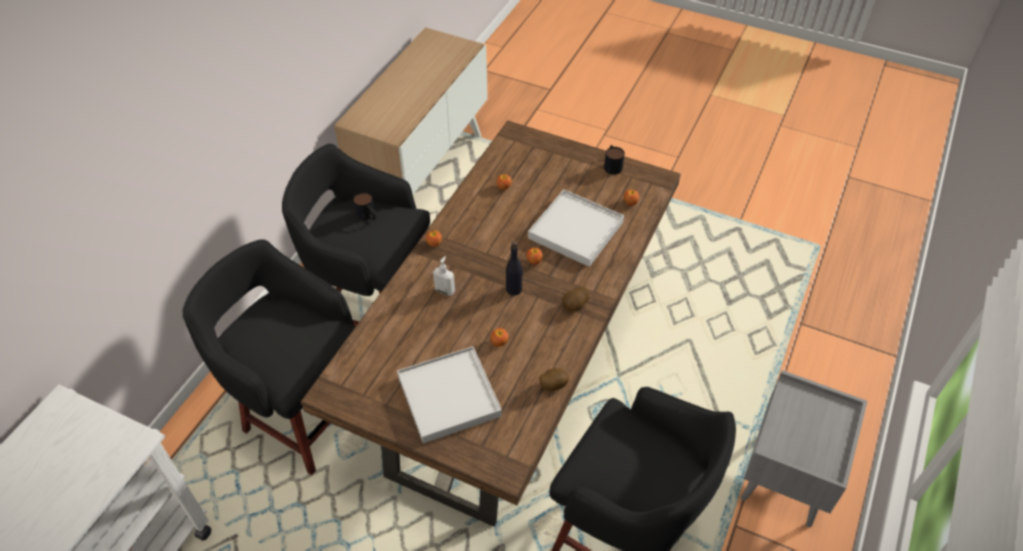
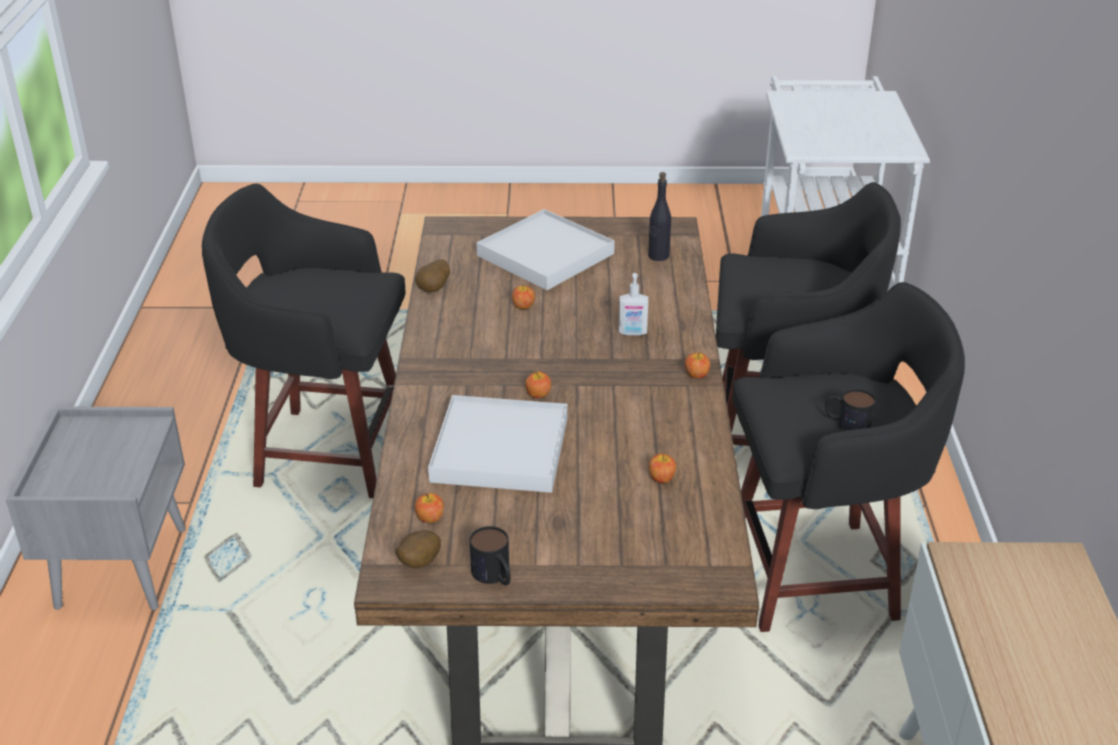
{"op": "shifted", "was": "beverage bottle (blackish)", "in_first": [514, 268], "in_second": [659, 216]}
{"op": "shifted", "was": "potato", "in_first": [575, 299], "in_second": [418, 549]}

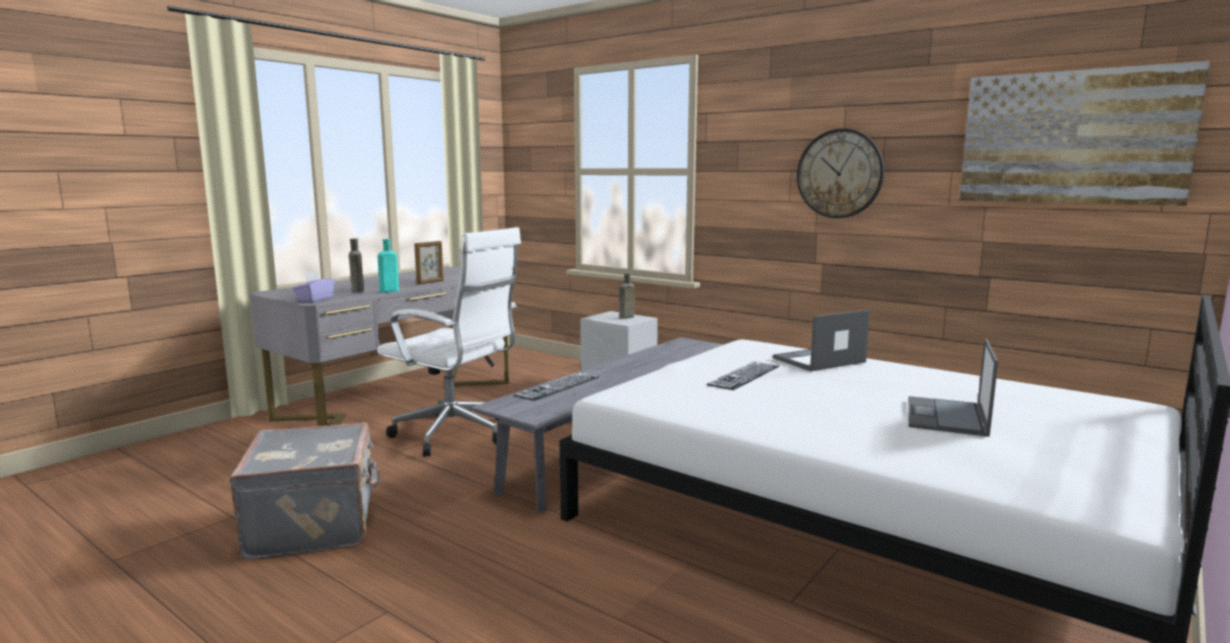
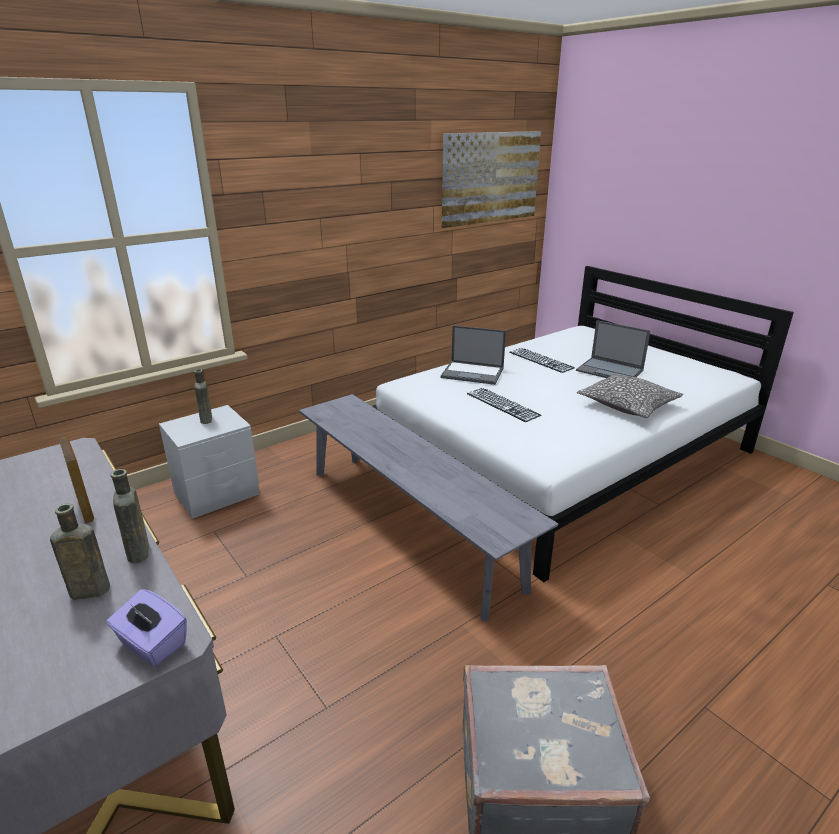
{"op": "gone", "was": "desk chair (white-coloured)", "in_first": [449, 342]}
{"op": "gone", "was": "hanging clock", "in_first": [840, 173]}
{"op": "new", "now": "throw pillow", "in_second": [630, 395]}
{"op": "shifted", "was": "PC keyboard", "in_first": [556, 386], "in_second": [542, 360]}
{"op": "repainted", "was": "beverage bottle (turquoise)", "now": "beverage bottle (brown-coloured)", "in_first": [388, 266], "in_second": [129, 516]}
{"op": "rotated", "was": "portable computer", "in_first": [821, 340], "in_second": [473, 355], "clockwise": -60}

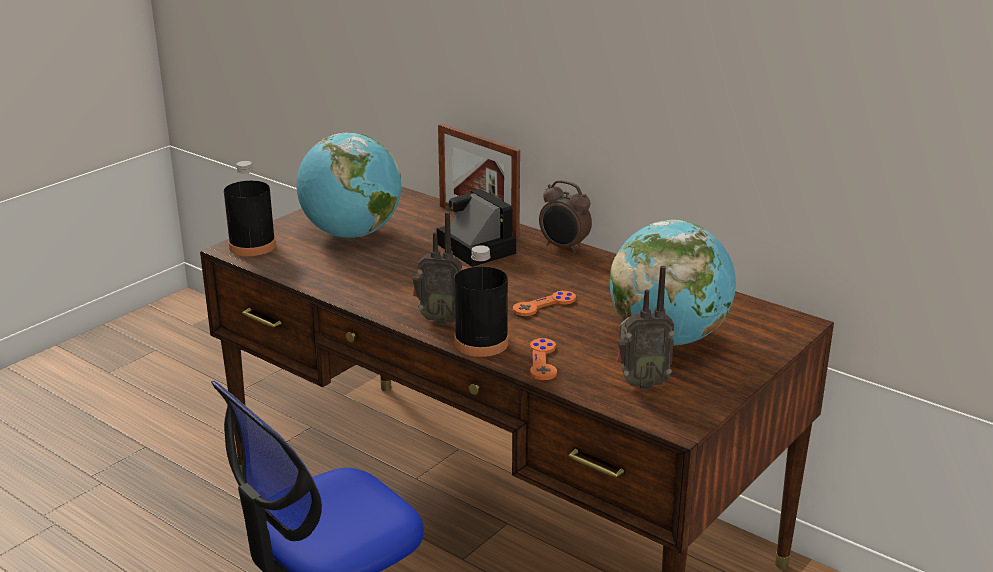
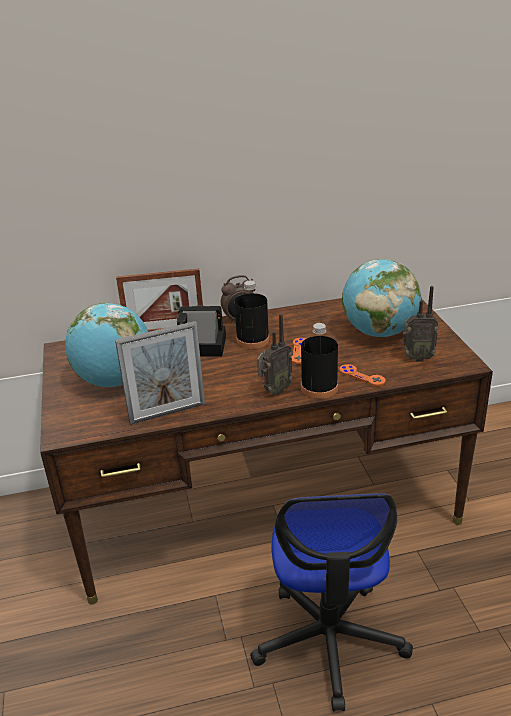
{"op": "new", "now": "photo frame", "in_second": [160, 373]}
{"op": "shifted", "was": "beverage bottle (blackish)", "in_first": [250, 208], "in_second": [252, 314]}
{"op": "rotated", "was": "radio", "in_first": [646, 327], "in_second": [420, 324], "clockwise": 60}

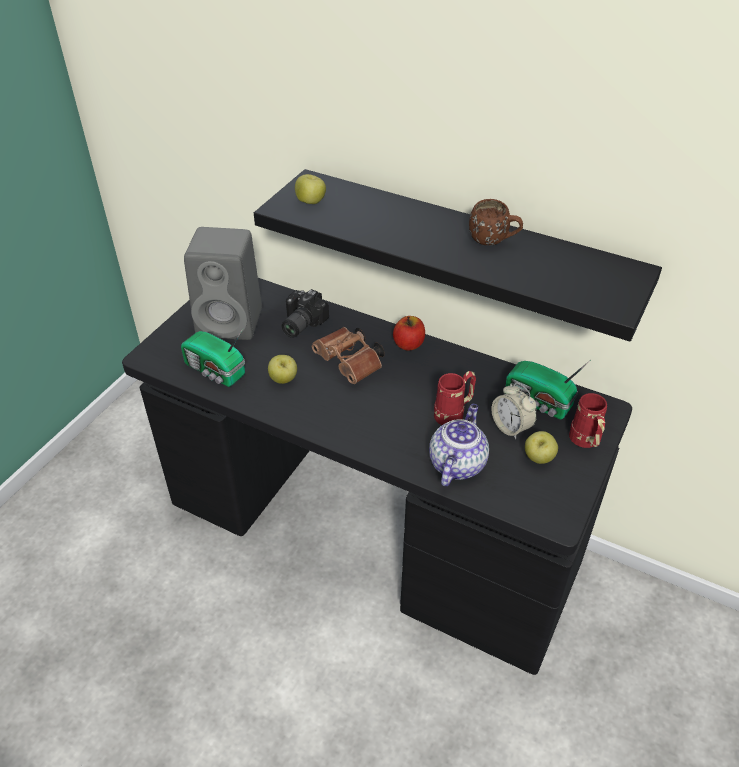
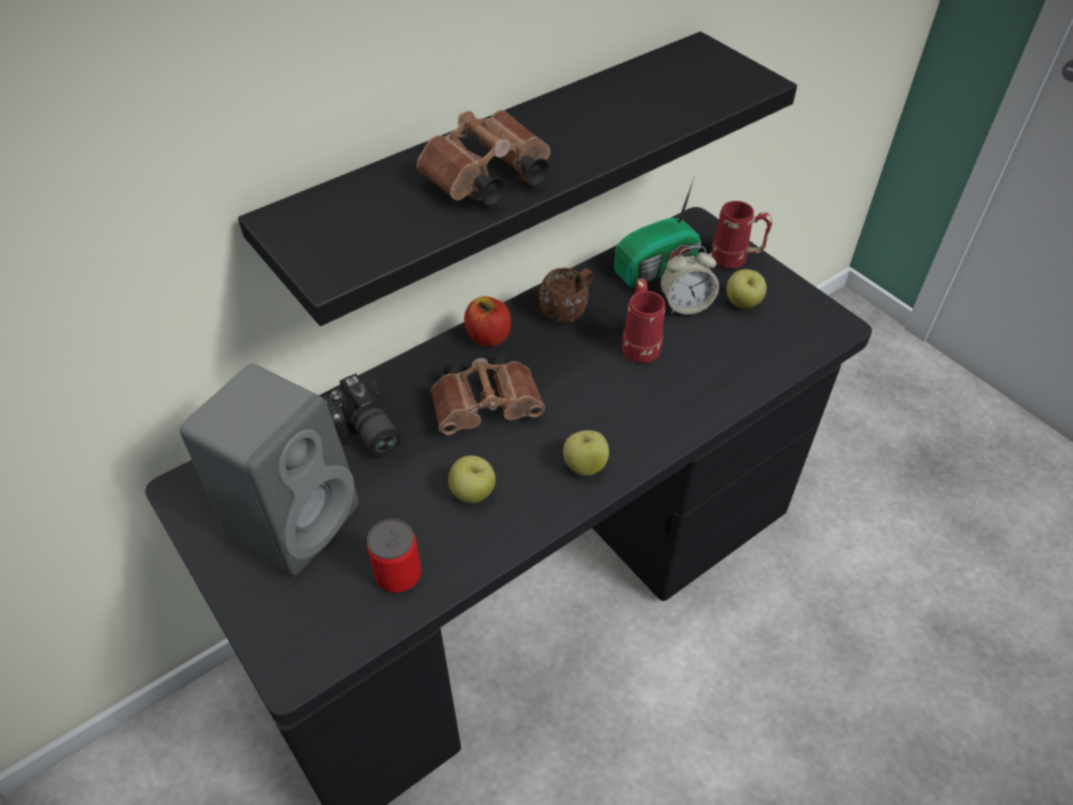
{"op": "gone", "was": "teapot", "in_first": [459, 445]}
{"op": "new", "now": "field glasses (brown-coloured)", "in_second": [483, 157]}
{"op": "shifted", "was": "whole apple", "in_first": [310, 189], "in_second": [586, 453]}
{"op": "shifted", "was": "mug (brown-coloured)", "in_first": [496, 222], "in_second": [566, 295]}
{"op": "swapped", "was": "radio", "now": "sealed can", "in_first": [213, 357], "in_second": [394, 556]}

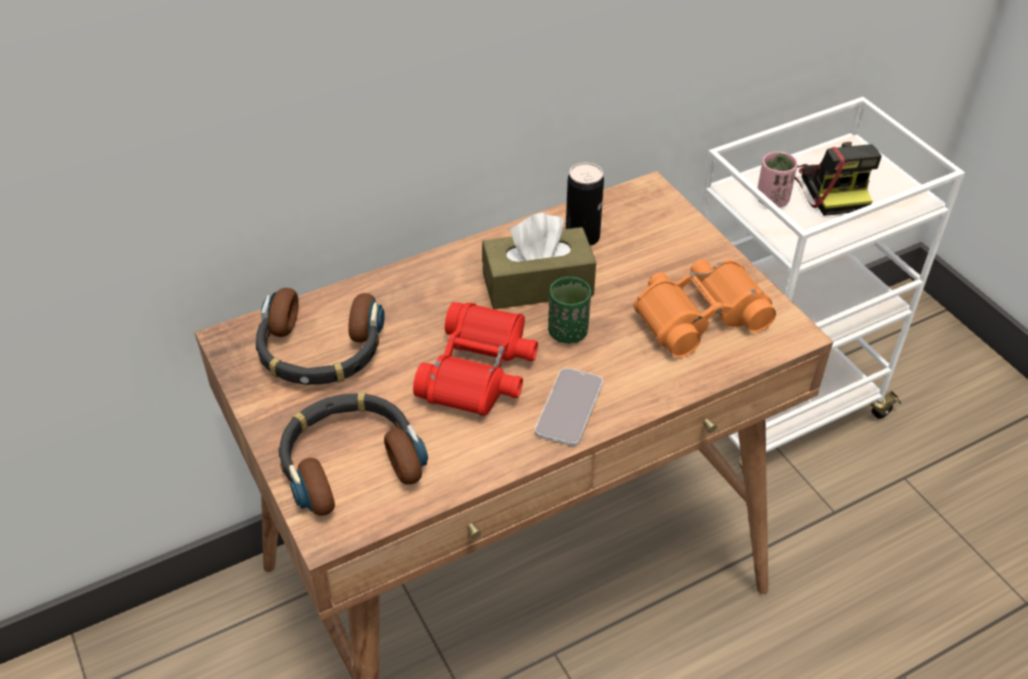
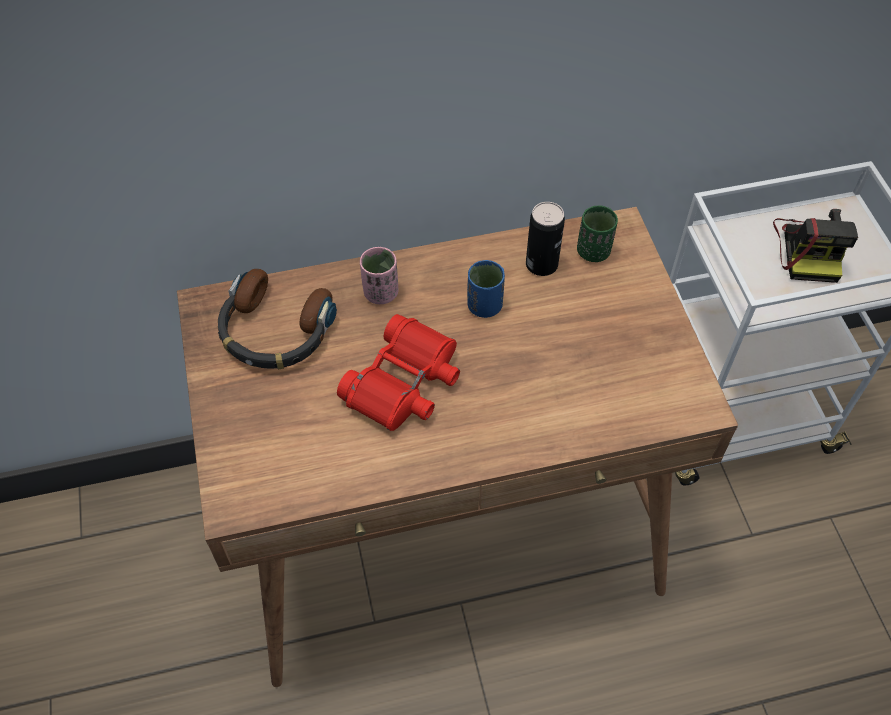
{"op": "gone", "was": "headset", "in_first": [353, 454]}
{"op": "gone", "was": "handset", "in_first": [569, 407]}
{"op": "gone", "was": "field glasses (orange-coloured)", "in_first": [704, 309]}
{"op": "shifted", "was": "cup (green)", "in_first": [569, 310], "in_second": [597, 233]}
{"op": "shifted", "was": "cup (pink-coloured)", "in_first": [777, 180], "in_second": [379, 275]}
{"op": "swapped", "was": "box of tissues (brown-coloured)", "now": "cup (blue)", "in_first": [539, 261], "in_second": [486, 289]}

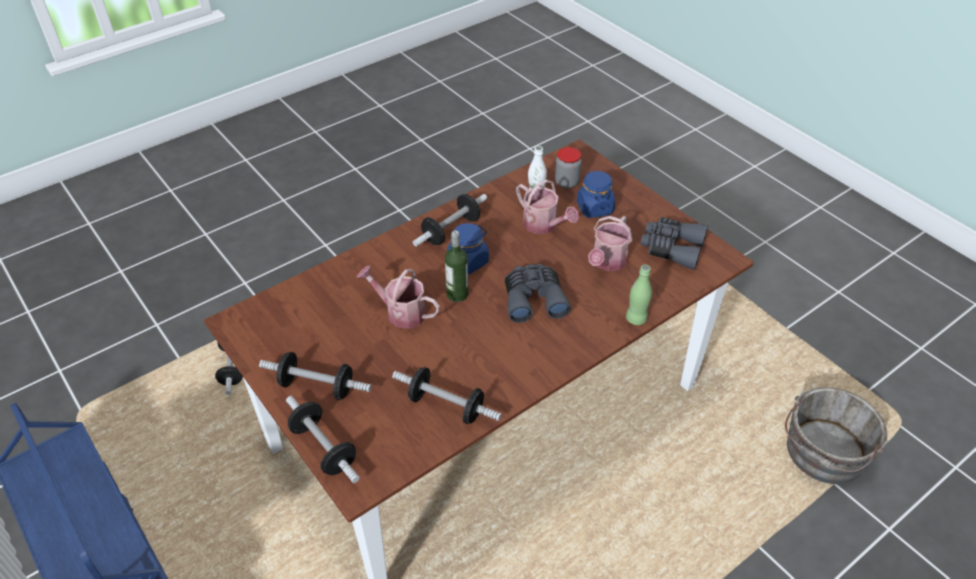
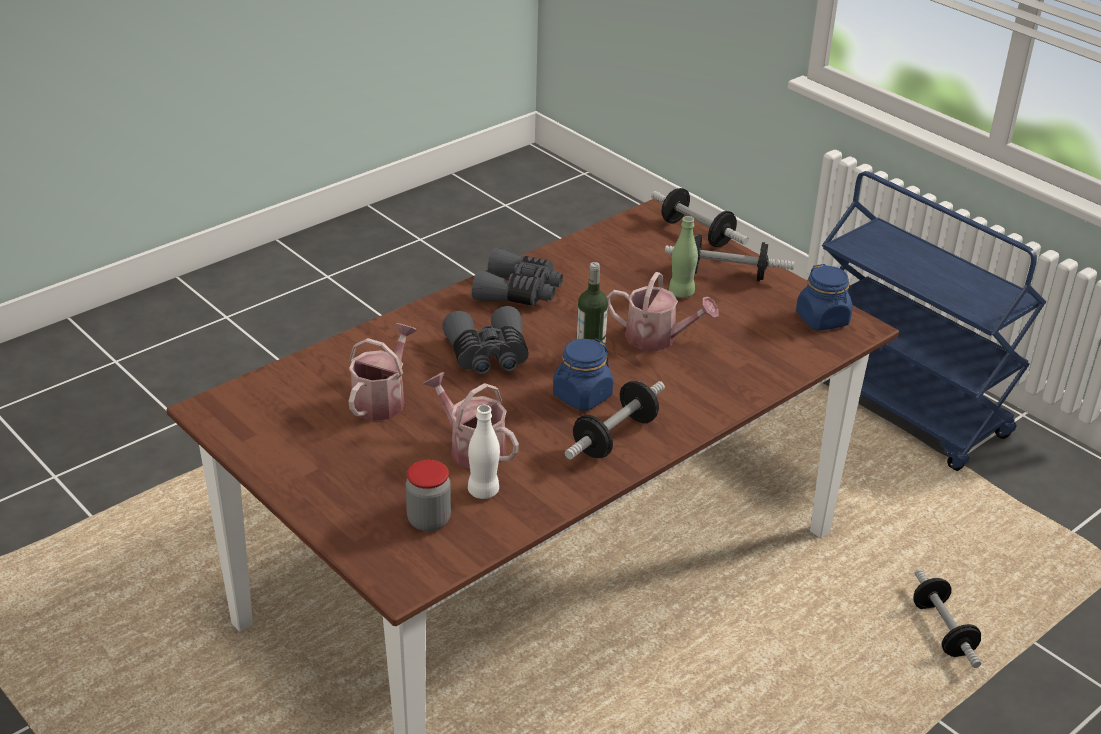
{"op": "gone", "was": "free weight", "in_first": [447, 395]}
{"op": "gone", "was": "bucket (greyish)", "in_first": [836, 435]}
{"op": "shifted", "was": "storage jar (blue)", "in_first": [596, 194], "in_second": [824, 297]}
{"op": "shifted", "was": "beverage bottle (green)", "in_first": [639, 295], "in_second": [683, 257]}
{"op": "shifted", "was": "field glasses (greyish)", "in_first": [674, 243], "in_second": [517, 276]}

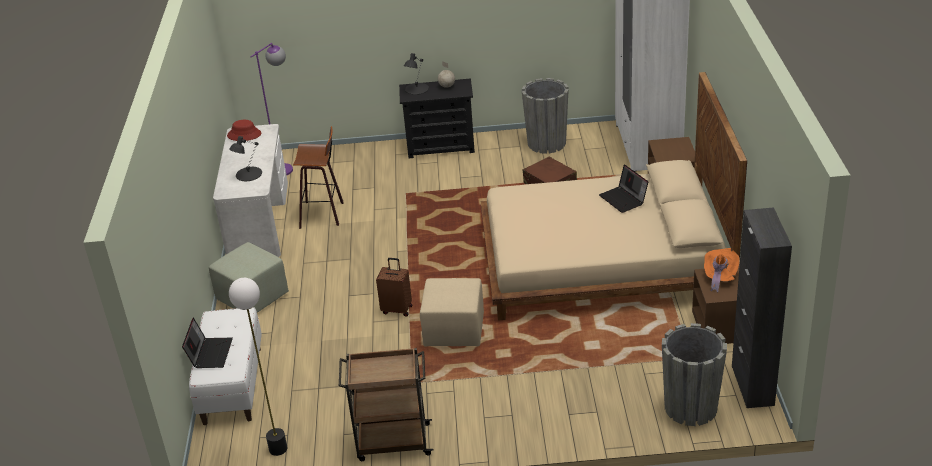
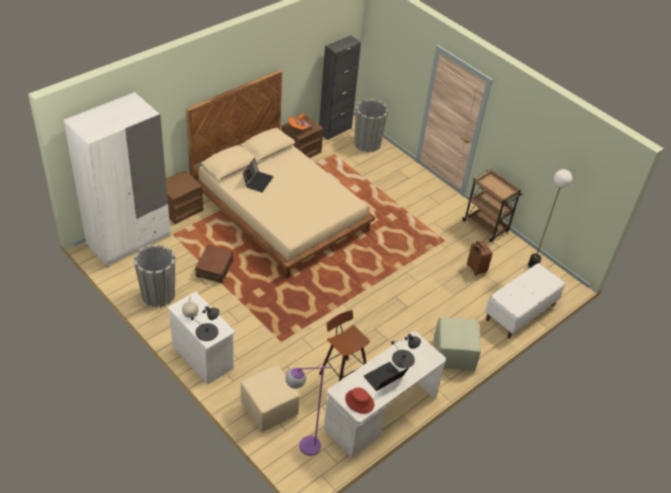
{"op": "shifted", "was": "portable computer", "in_first": [207, 343], "in_second": [386, 376]}
{"op": "shifted", "was": "piece of luggage (brown-coloured)", "in_first": [394, 287], "in_second": [480, 258]}
{"op": "shifted", "was": "pouffe (beige)", "in_first": [452, 312], "in_second": [270, 399]}
{"op": "repainted", "was": "dresser (blackish)", "now": "dresser (white-coloured)", "in_first": [437, 118], "in_second": [201, 338]}

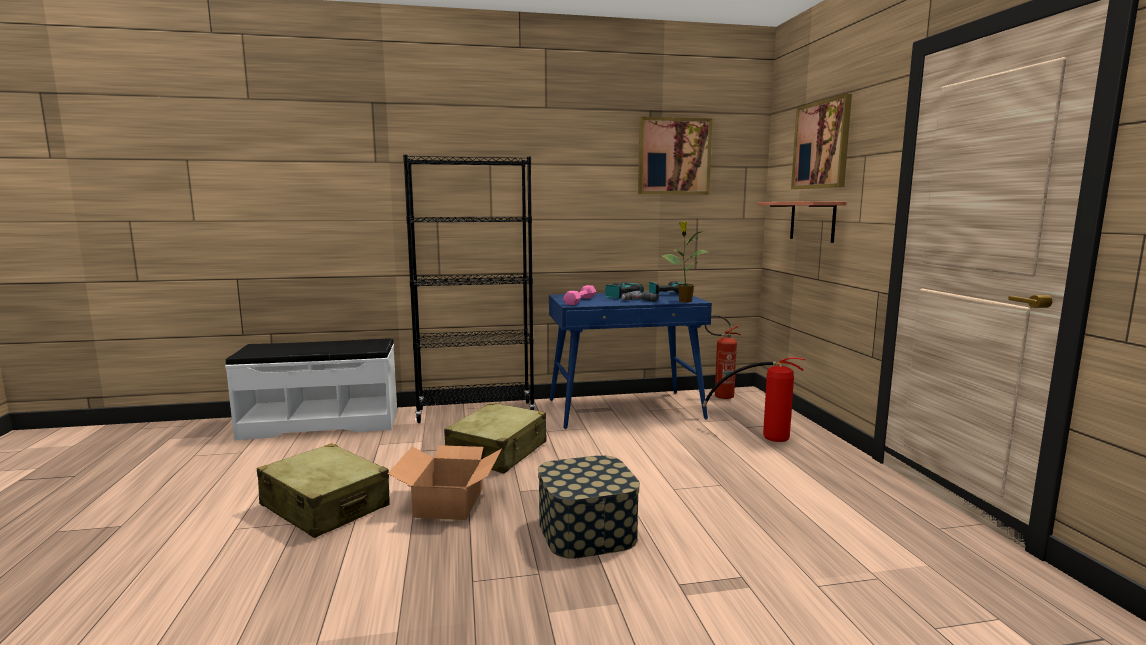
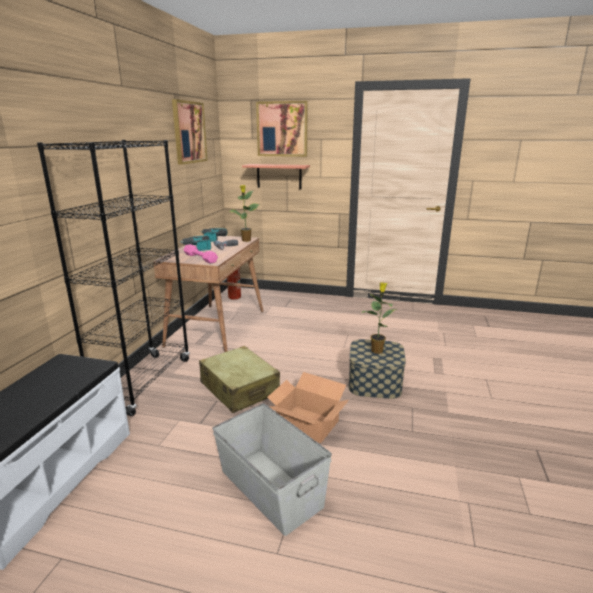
{"op": "gone", "was": "fire-fighting cylinder", "in_first": [754, 400]}
{"op": "new", "now": "houseplant", "in_second": [380, 318]}
{"op": "swapped", "was": "piece of luggage (beige)", "now": "storage bin (greyish)", "in_first": [323, 490], "in_second": [272, 469]}
{"op": "repainted", "was": "desk table (blue)", "now": "desk table (brown-coloured)", "in_first": [630, 360], "in_second": [208, 294]}

